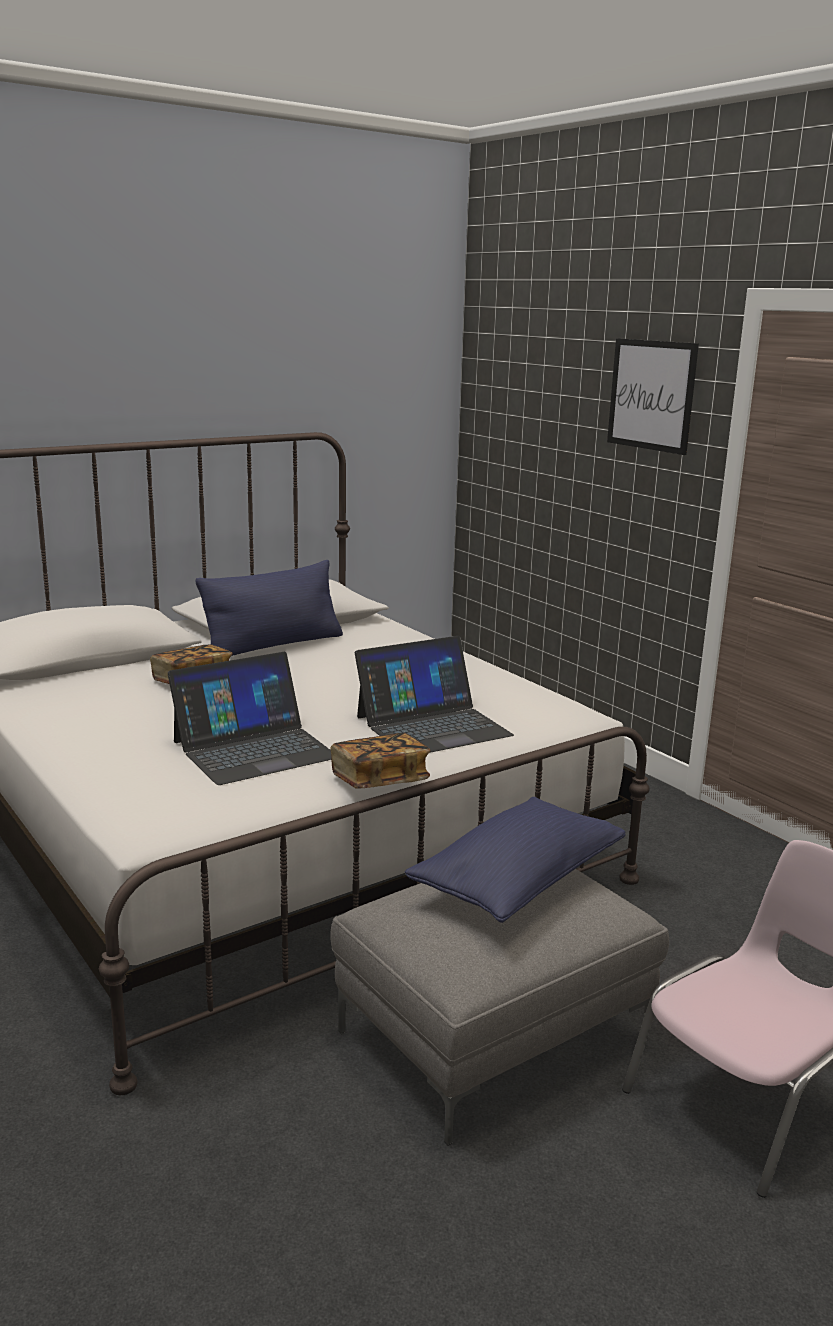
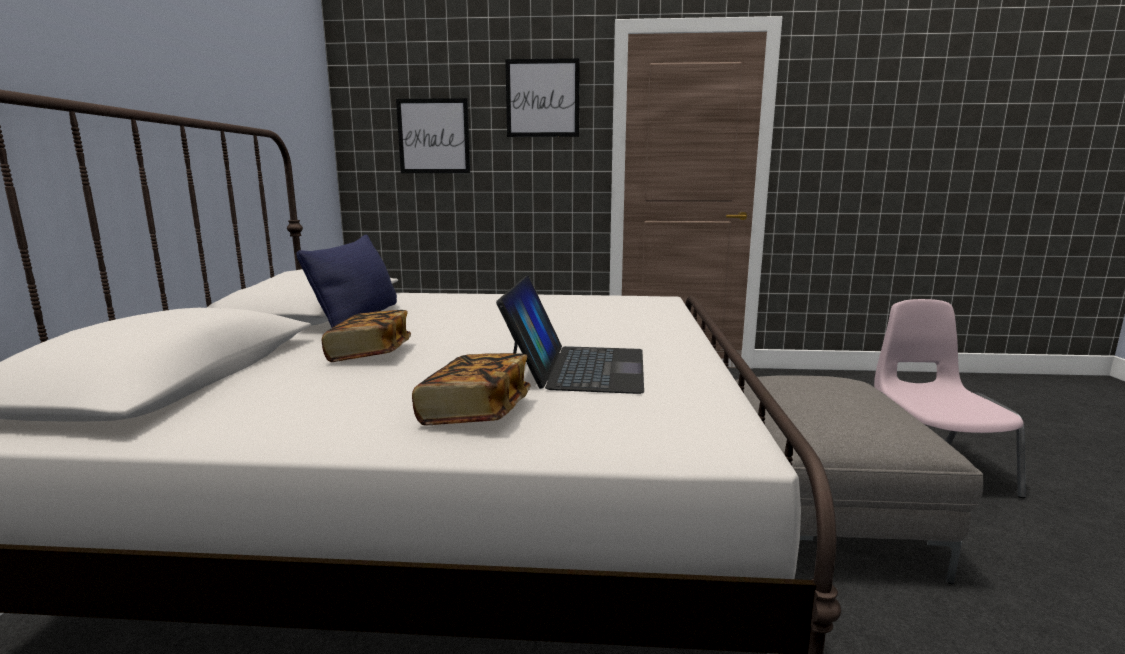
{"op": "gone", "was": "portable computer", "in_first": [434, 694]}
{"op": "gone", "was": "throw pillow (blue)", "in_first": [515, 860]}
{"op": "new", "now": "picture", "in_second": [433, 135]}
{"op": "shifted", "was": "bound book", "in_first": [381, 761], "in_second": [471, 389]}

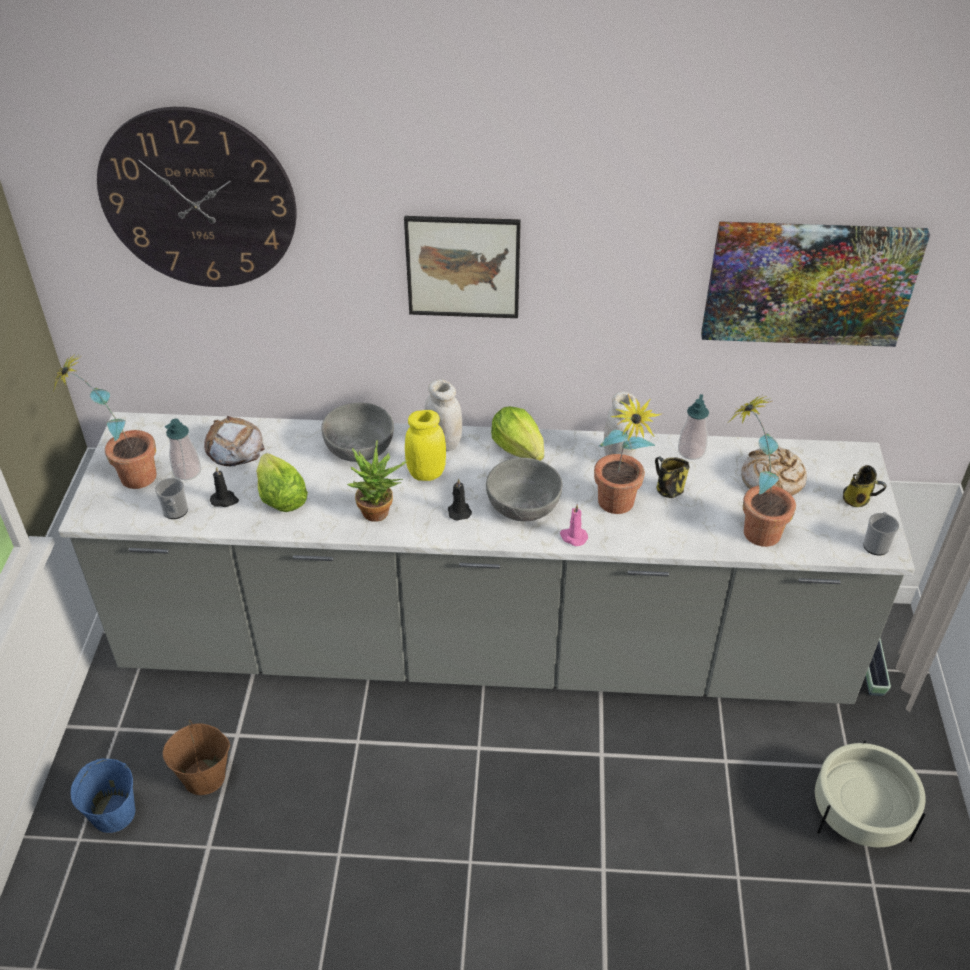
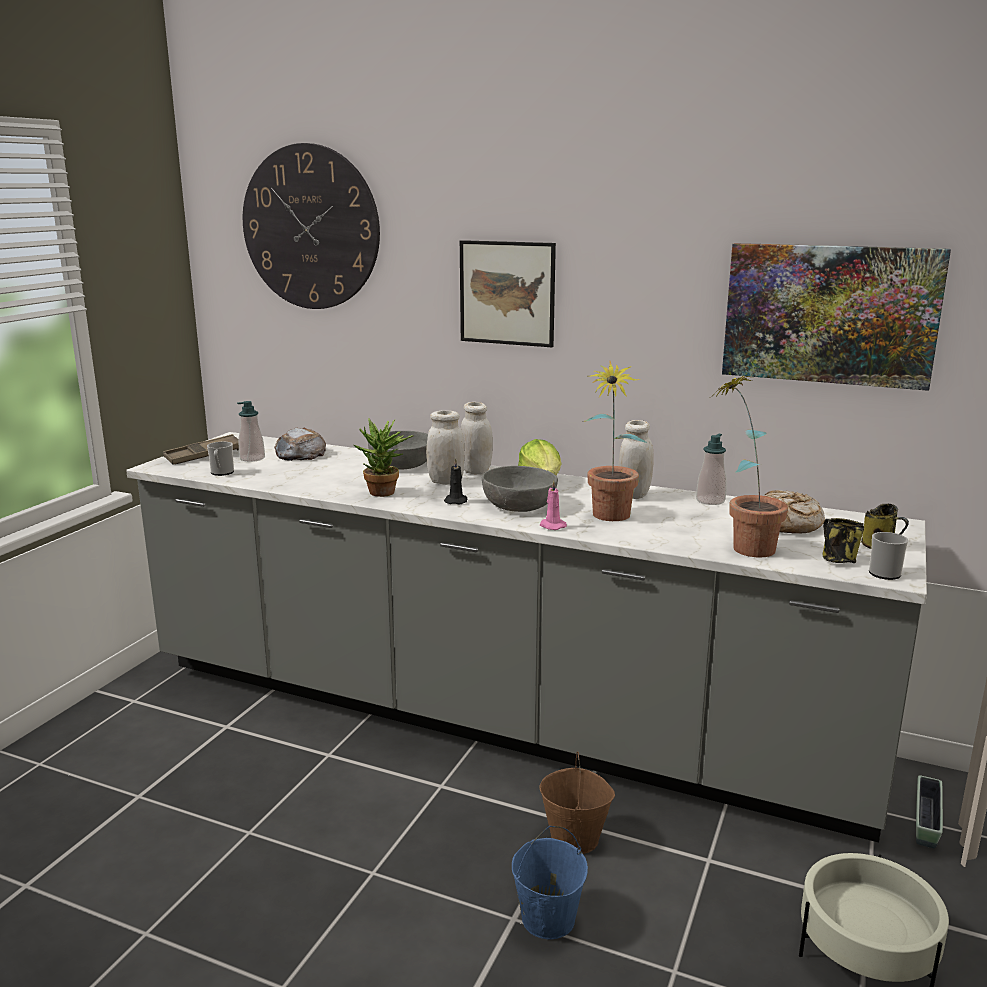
{"op": "gone", "was": "wax light (blackish)", "in_first": [224, 487]}
{"op": "gone", "was": "head of lettuce", "in_first": [282, 482]}
{"op": "shifted", "was": "bucket (blue)", "in_first": [103, 796], "in_second": [550, 882]}
{"op": "shifted", "was": "bucket (brown-coloured)", "in_first": [196, 757], "in_second": [577, 802]}
{"op": "shifted", "was": "mug", "in_first": [672, 477], "in_second": [843, 540]}
{"op": "swapped", "was": "houseplant", "now": "serving tray (brown-coloured)", "in_first": [104, 421], "in_second": [201, 449]}
{"op": "repainted", "was": "storage jar (yellowish)", "now": "storage jar (white-coloured)", "in_first": [425, 445], "in_second": [445, 447]}

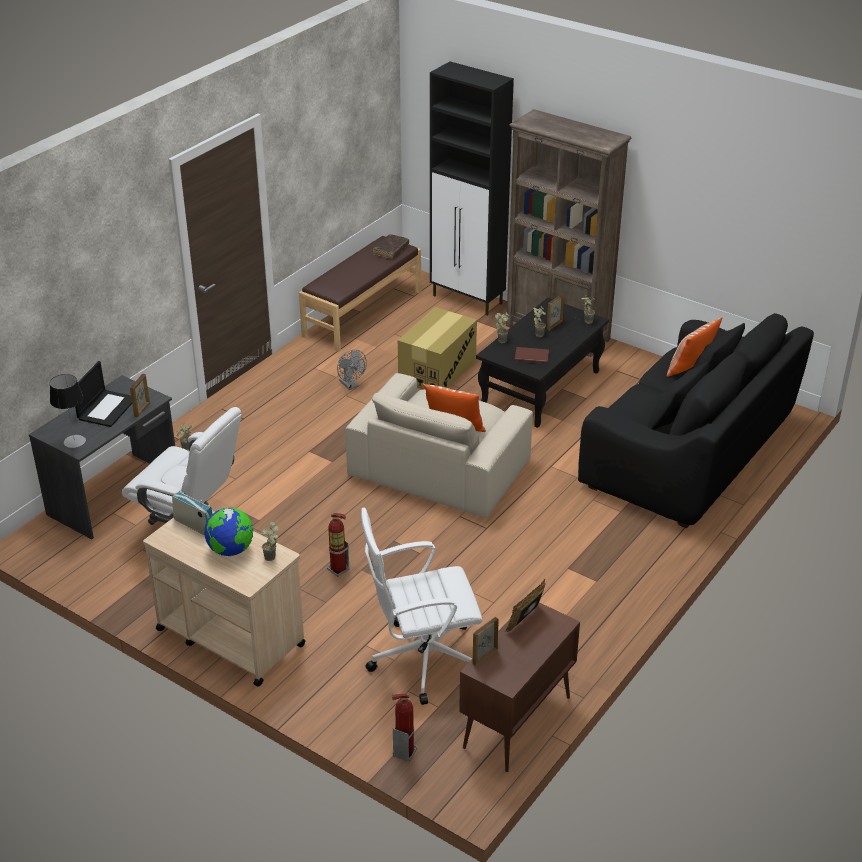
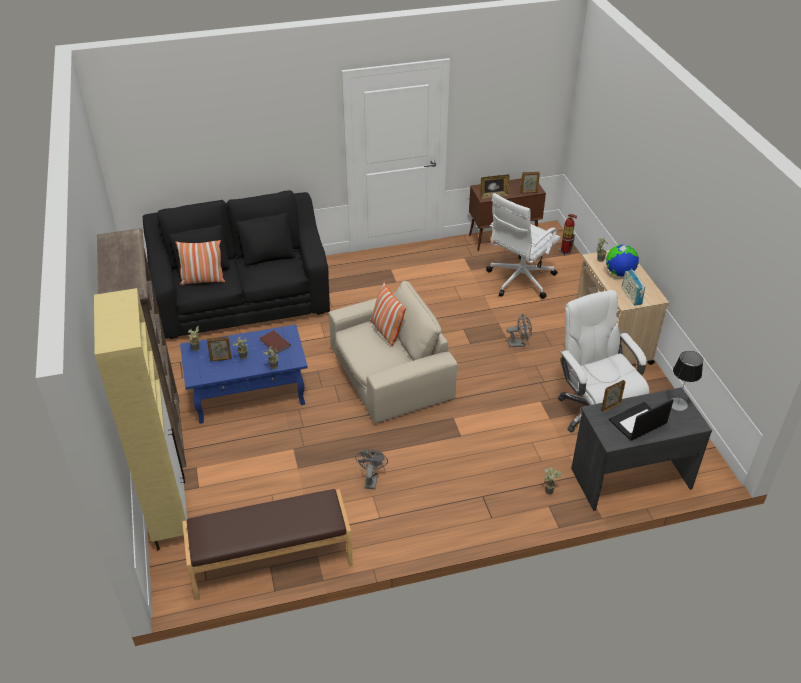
{"op": "gone", "was": "bound book (brown-coloured)", "in_first": [391, 246]}
{"op": "gone", "was": "cardboard box", "in_first": [437, 348]}
{"op": "swapped", "was": "fire-fighting cylinder", "now": "cooling fan (greyish)", "in_first": [338, 545], "in_second": [519, 330]}
{"op": "repainted", "was": "cupboard (blackish)", "now": "cupboard (beige)", "in_first": [472, 188], "in_second": [141, 419]}
{"op": "repainted", "was": "lounge table (blackish)", "now": "lounge table (blue)", "in_first": [542, 363], "in_second": [244, 374]}
{"op": "rotated", "was": "desk chair (white-coloured)", "in_first": [421, 606], "in_second": [523, 246], "clockwise": 105}

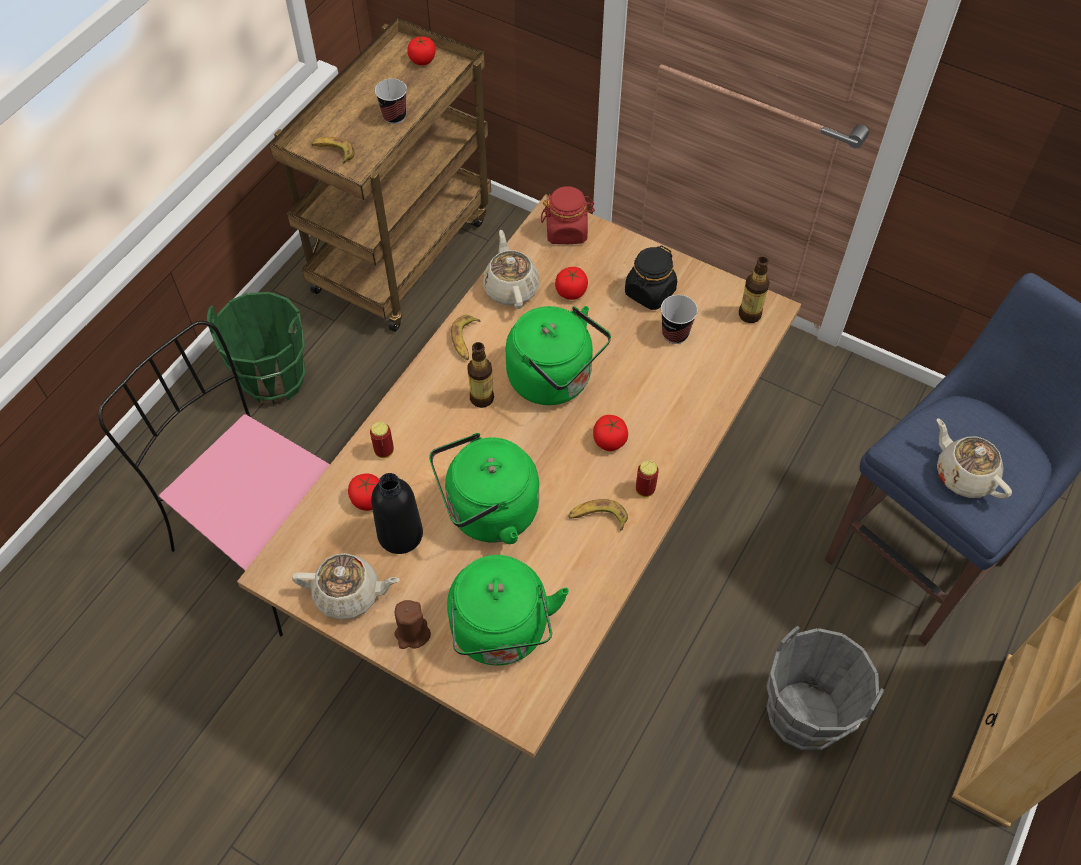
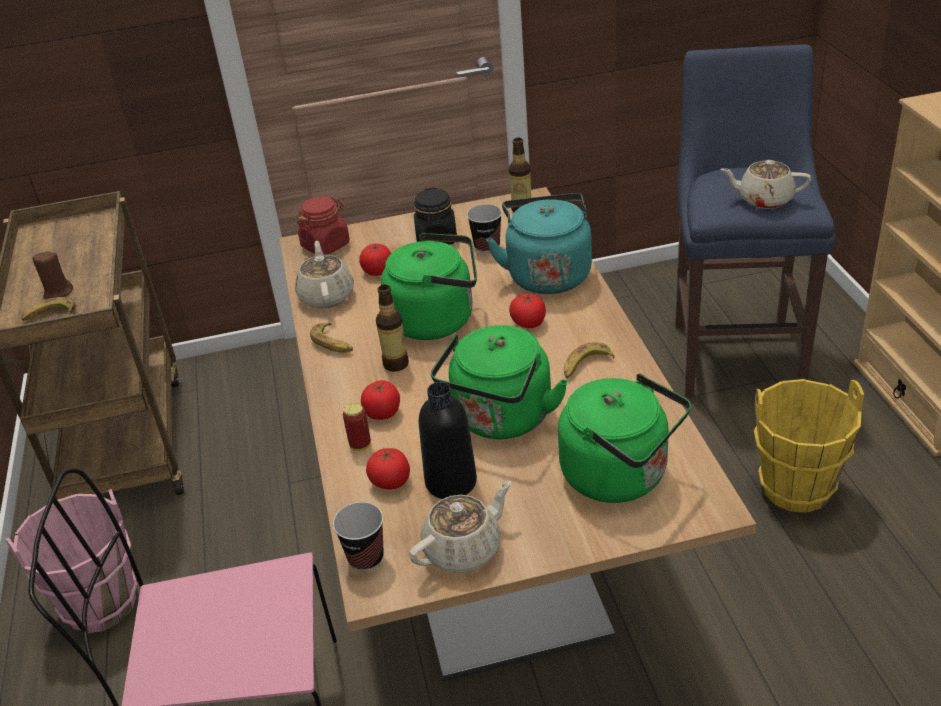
{"op": "gone", "was": "sealed can", "in_first": [647, 478]}
{"op": "new", "now": "tea kettle (turquoise)", "in_second": [539, 243]}
{"op": "shifted", "was": "cup", "in_first": [391, 101], "in_second": [358, 536]}
{"op": "shifted", "was": "wax light (brown-coloured)", "in_first": [412, 624], "in_second": [52, 275]}
{"op": "shifted", "was": "tomato", "in_first": [421, 50], "in_second": [380, 400]}
{"op": "repainted", "was": "bucket (green)", "now": "bucket (pink-coloured)", "in_first": [256, 348], "in_second": [71, 561]}
{"op": "repainted", "was": "bucket (greyish)", "now": "bucket (yellowish)", "in_first": [825, 688], "in_second": [809, 446]}
{"op": "rotated", "was": "teapot (beige)", "in_first": [511, 269], "in_second": [324, 275], "clockwise": 45}

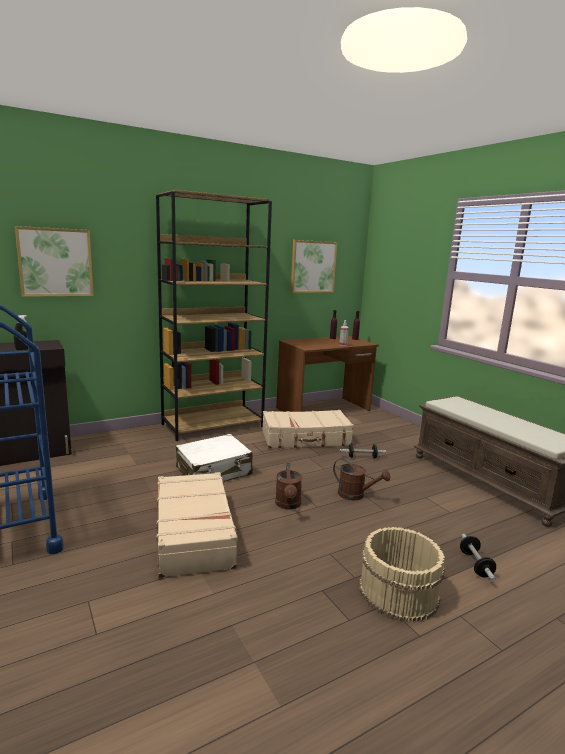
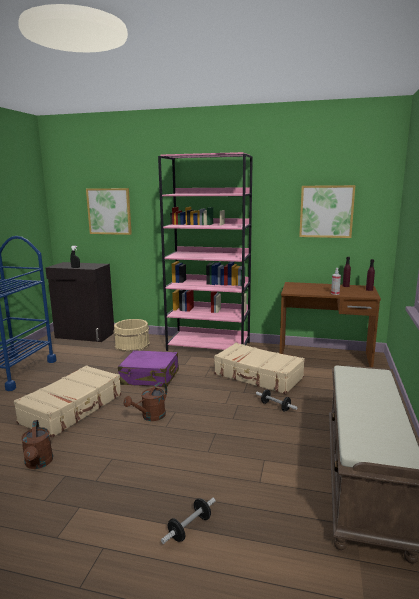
{"op": "shifted", "was": "watering pot (brown-coloured)", "in_first": [361, 479], "in_second": [37, 444]}
{"op": "shifted", "was": "bucket (beige)", "in_first": [402, 574], "in_second": [132, 335]}
{"op": "repainted", "was": "shelving unit (brown-coloured)", "now": "shelving unit (pink-coloured)", "in_first": [214, 315], "in_second": [205, 251]}
{"op": "repainted", "was": "piece of luggage (white-coloured)", "now": "piece of luggage (purplish)", "in_first": [214, 458], "in_second": [148, 368]}

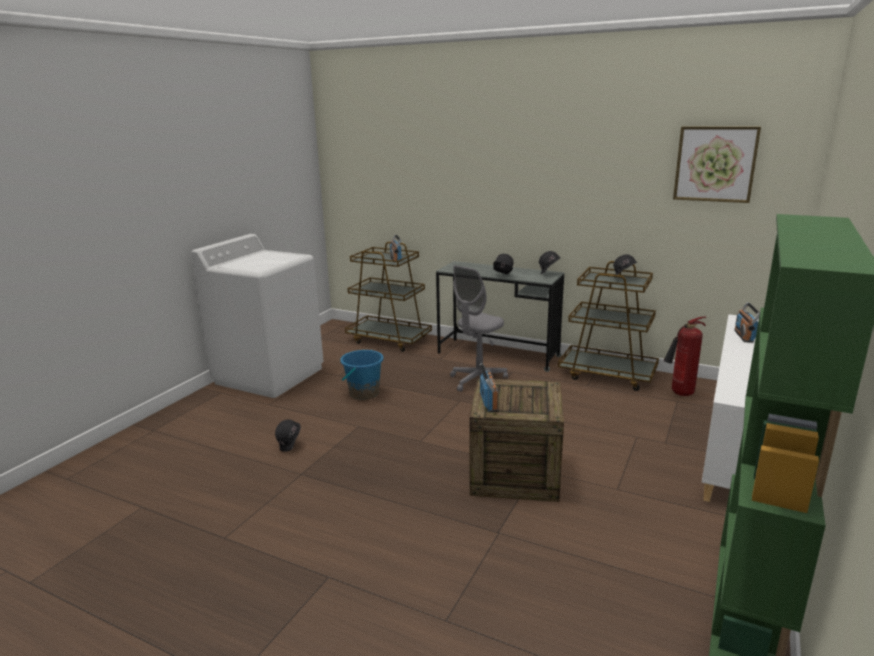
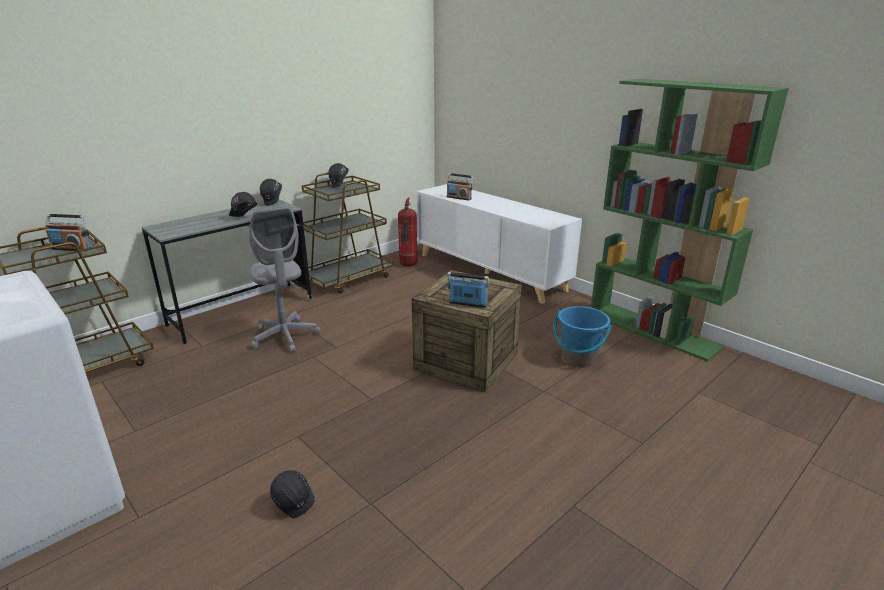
{"op": "gone", "was": "picture", "in_first": [717, 164]}
{"op": "shifted", "was": "bucket (blue)", "in_first": [361, 375], "in_second": [582, 336]}

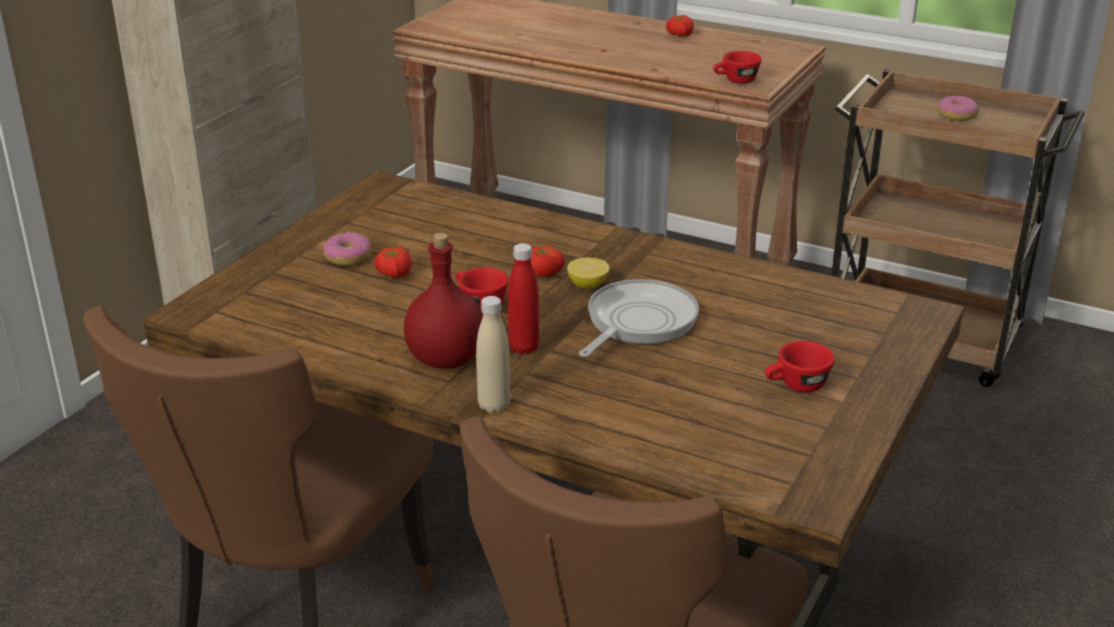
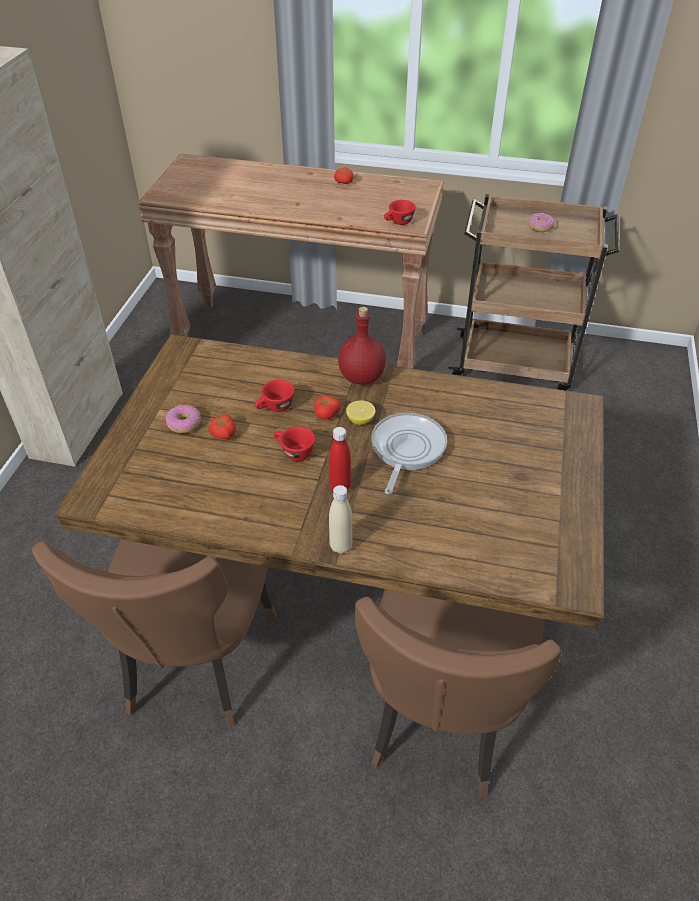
{"op": "shifted", "was": "beverage bottle (reddish)", "in_first": [443, 301], "in_second": [362, 346]}
{"op": "shifted", "was": "cup (reddish)", "in_first": [800, 367], "in_second": [274, 396]}

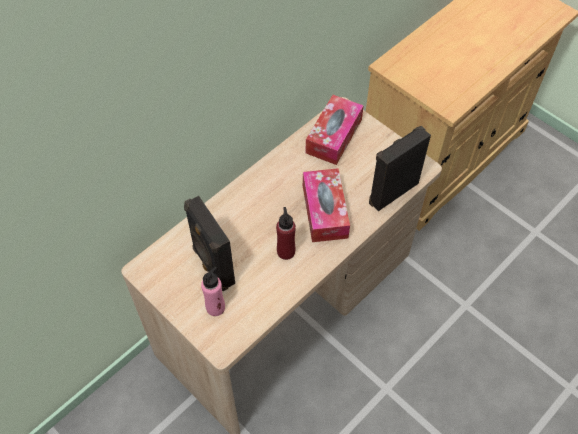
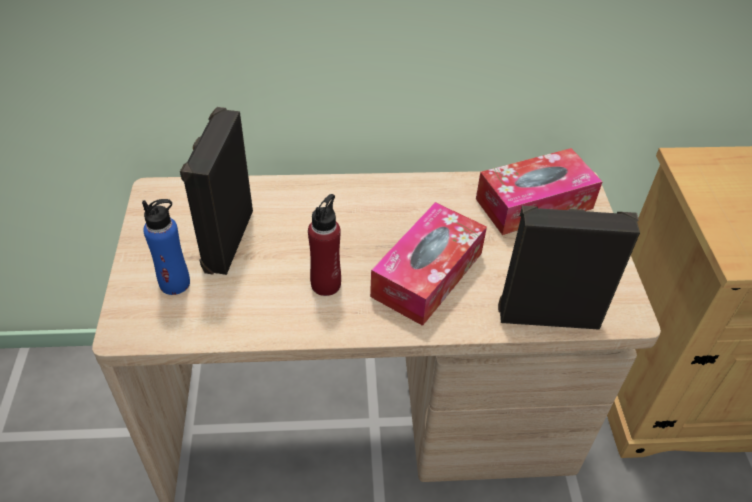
{"op": "repainted", "was": "beverage bottle (pink-coloured)", "now": "beverage bottle (blue)", "in_first": [213, 291], "in_second": [166, 247]}

